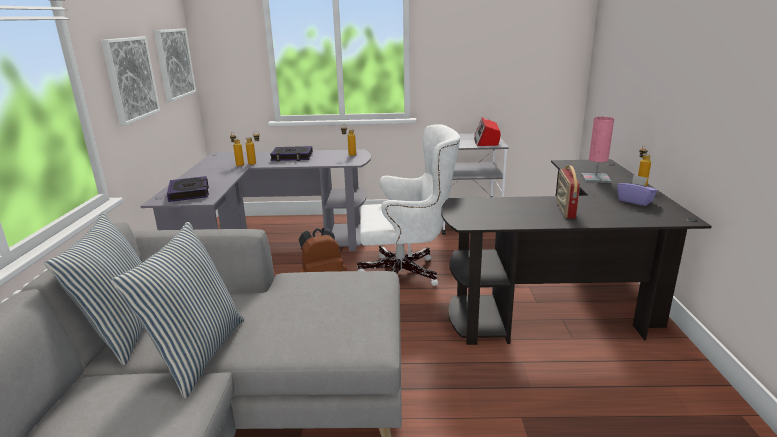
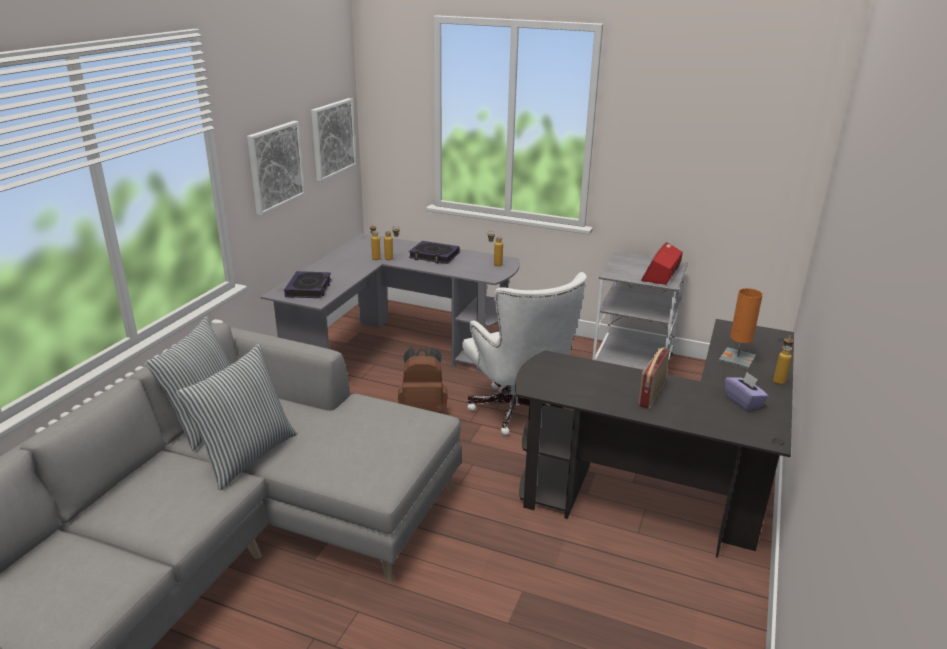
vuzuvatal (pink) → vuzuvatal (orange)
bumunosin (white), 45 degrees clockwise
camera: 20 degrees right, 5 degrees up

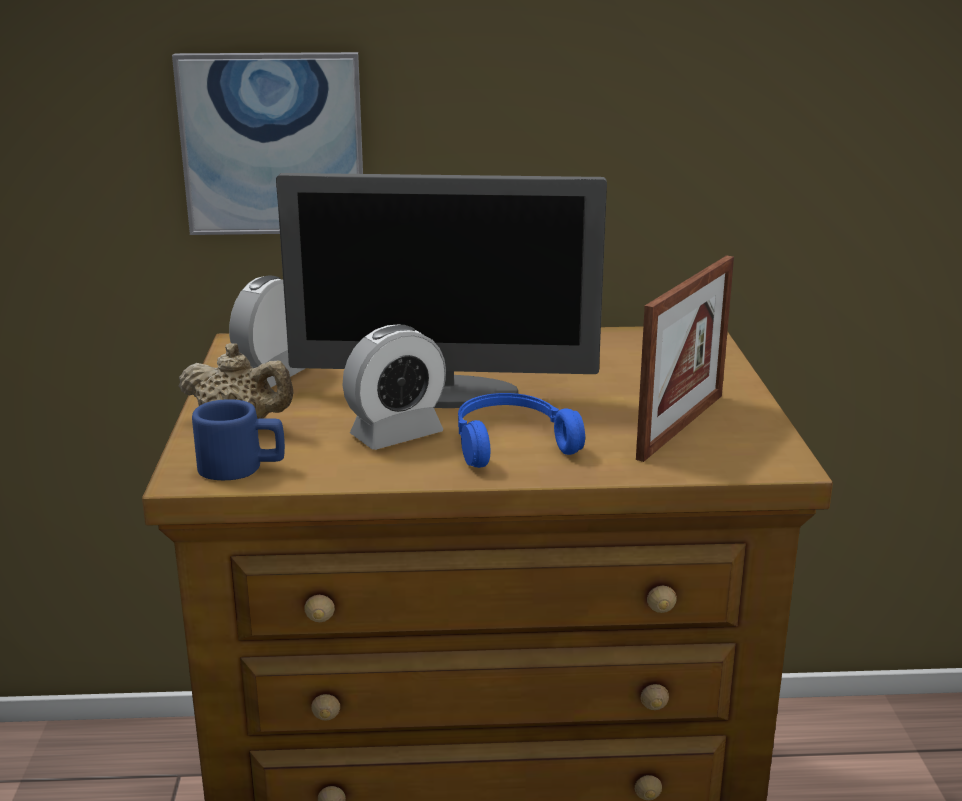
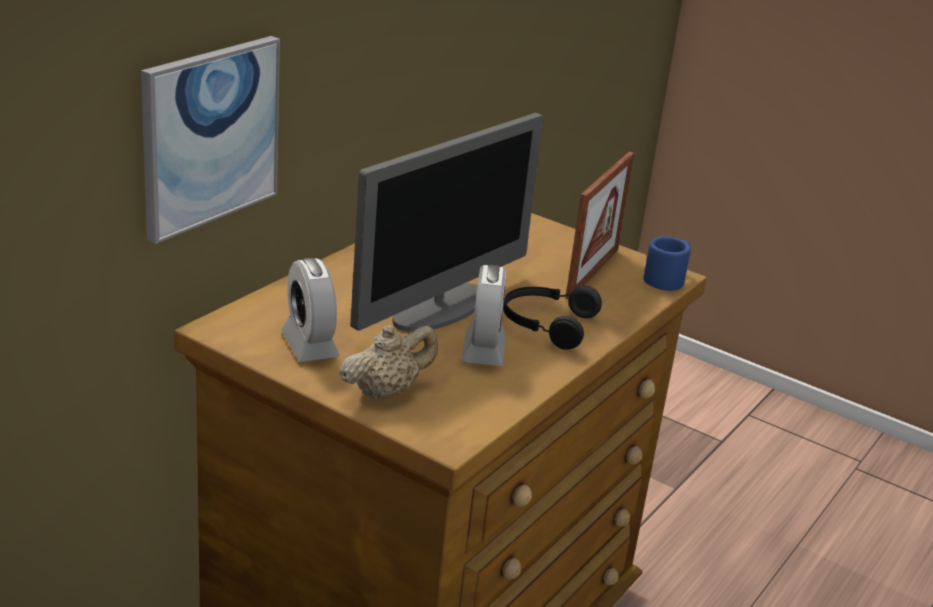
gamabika, 45 degrees clockwise
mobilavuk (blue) → mobilavuk (black)
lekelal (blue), shifted
camera: 55 degrees left, 5 degrees up

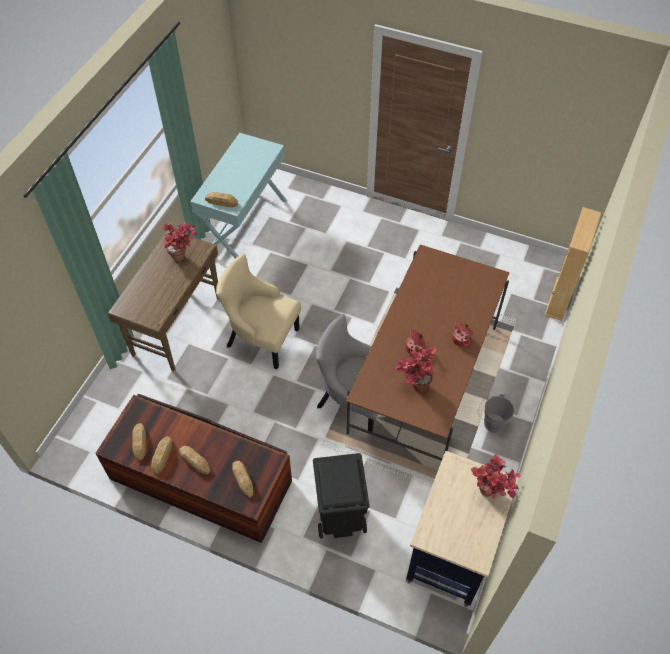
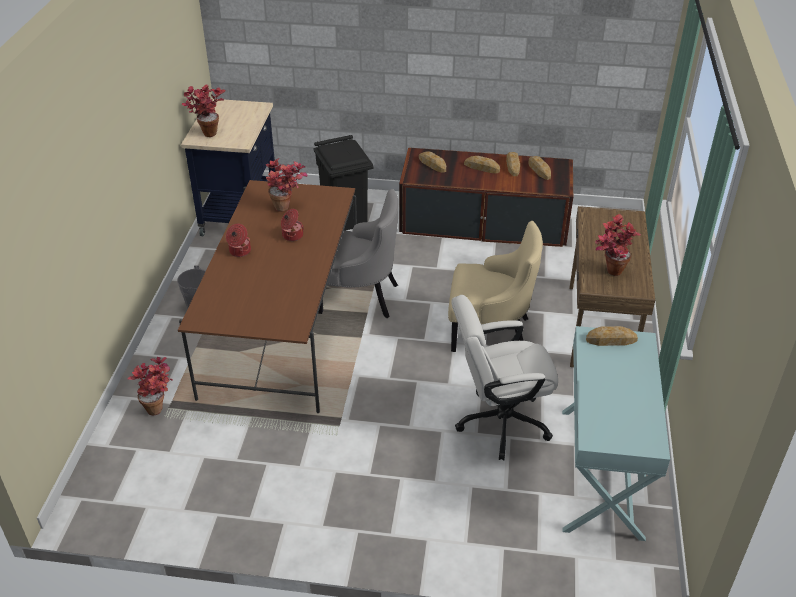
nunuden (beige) → -
- → bumunosin (white)
- → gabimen (no. 1 from left)
camera: 165 degrees right, 15 degrees down

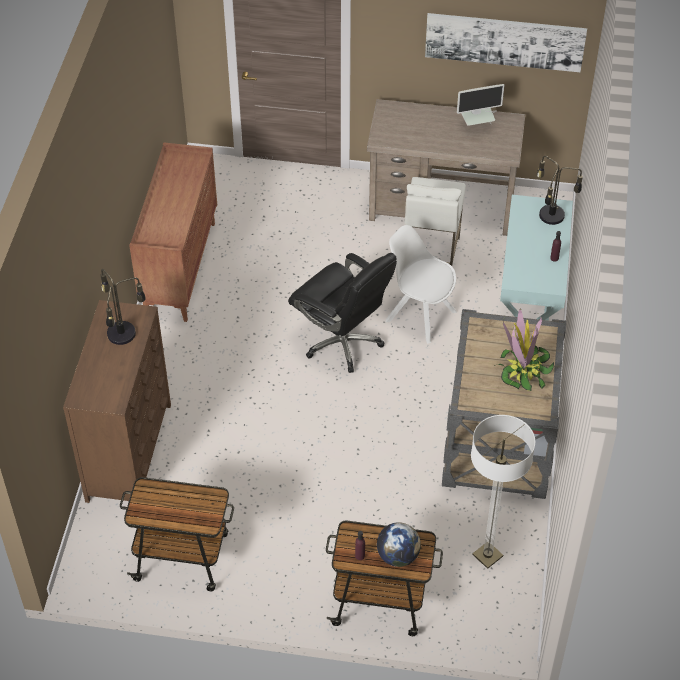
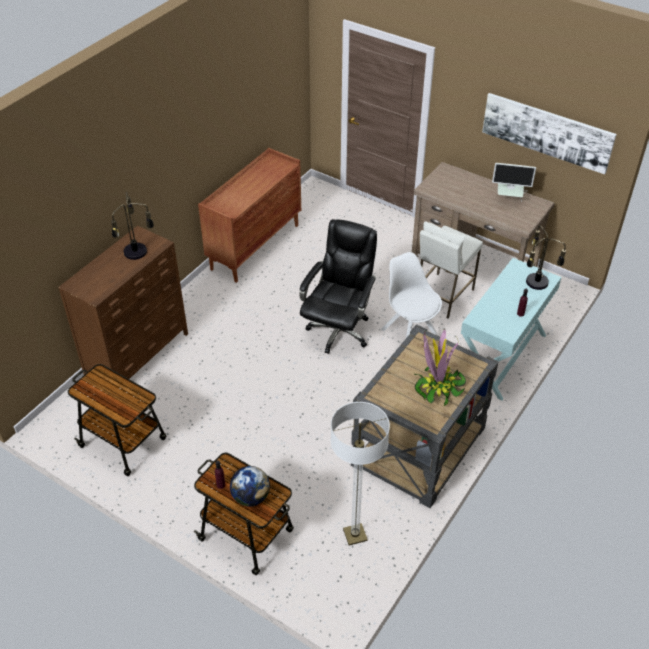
bumunosin (black), 135 degrees counterclockwise
camera: 25 degrees right, 5 degrees down

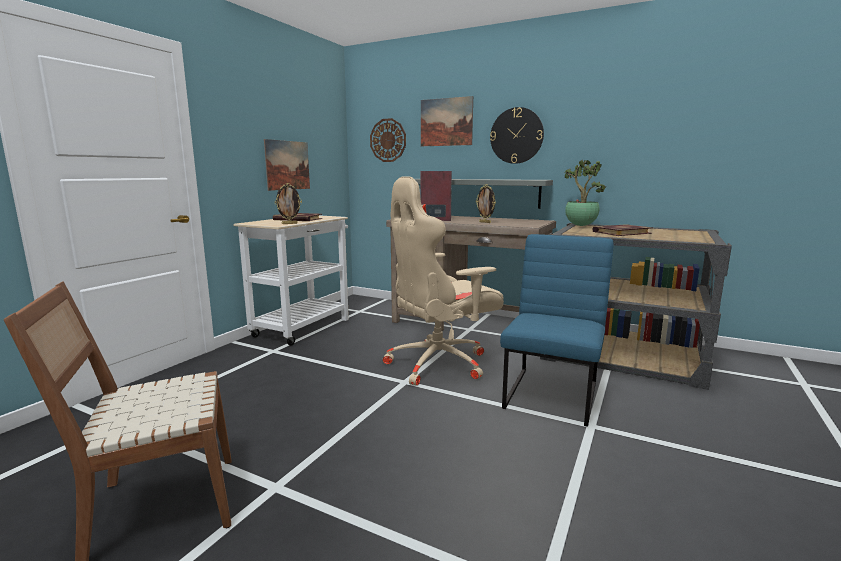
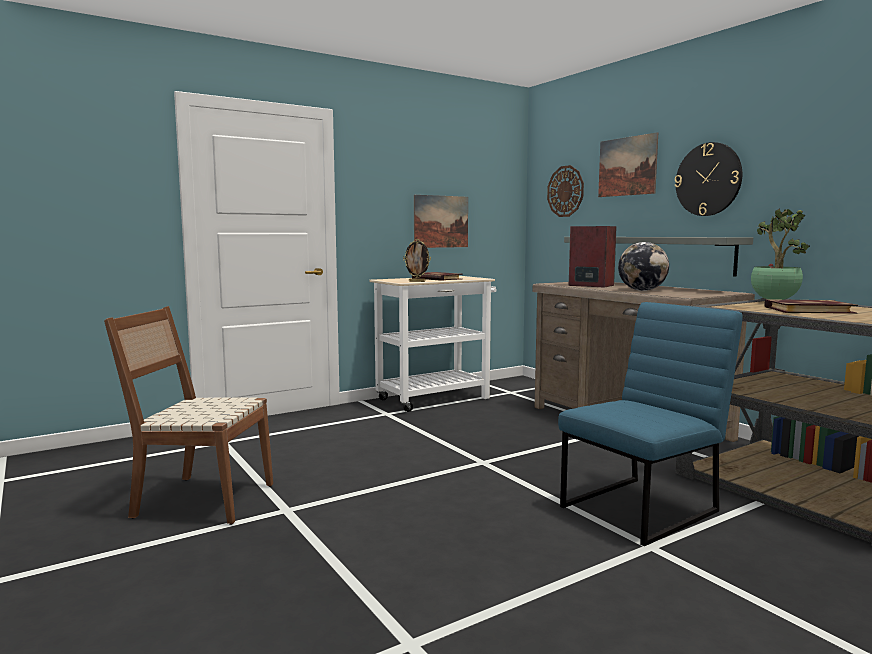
bumunosin (beige) → -
gamabika (no. 2 from left) → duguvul
camera: 30 degrees right, 5 degrees down

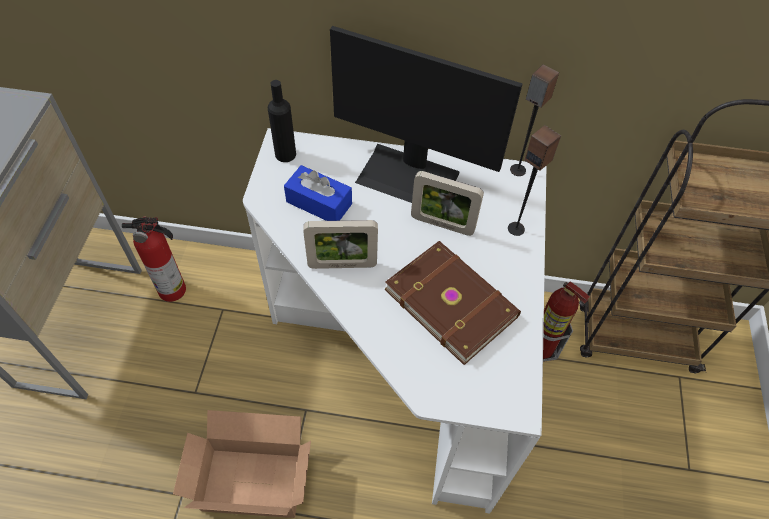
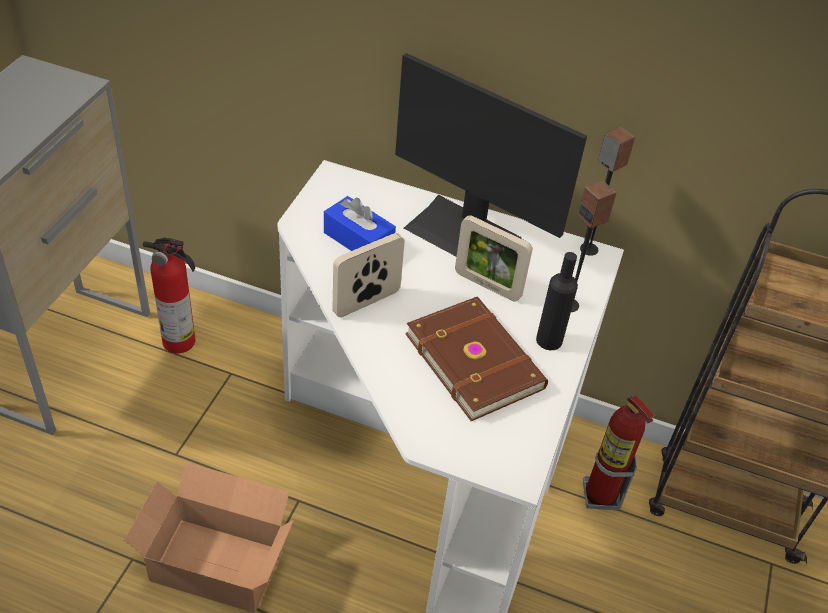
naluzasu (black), shifted
gamabika (no. 1 from left), 135 degrees clockwise
camera: 10 degrees right, 10 degrees down

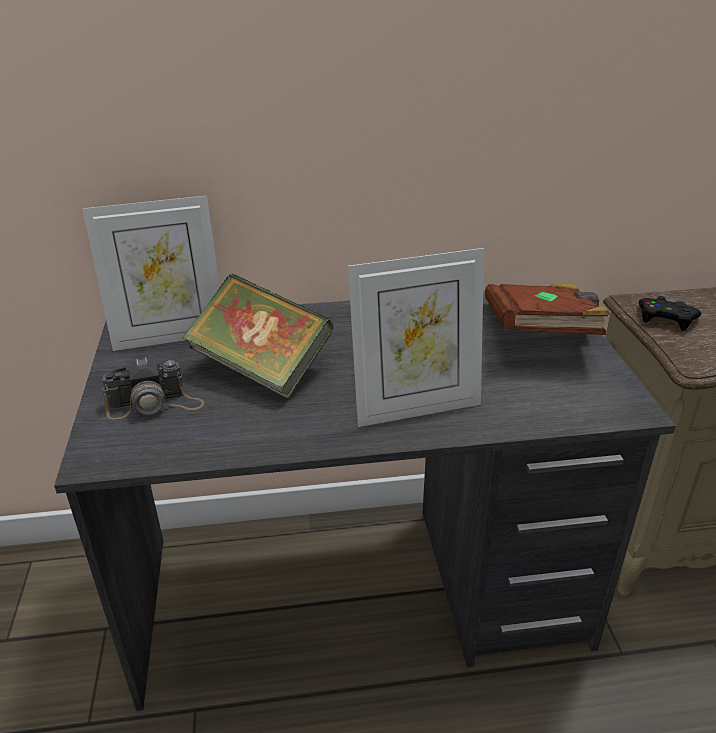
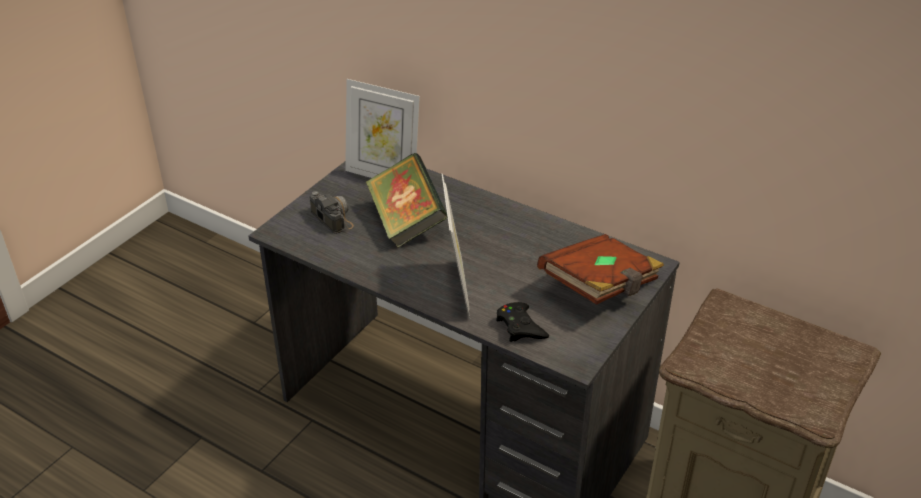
gamabika (no. 2 from left), 120 degrees counterclockwise
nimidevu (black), shifted
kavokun, 150 degrees counterclockwise
camera: 40 degrees right, 5 degrees up

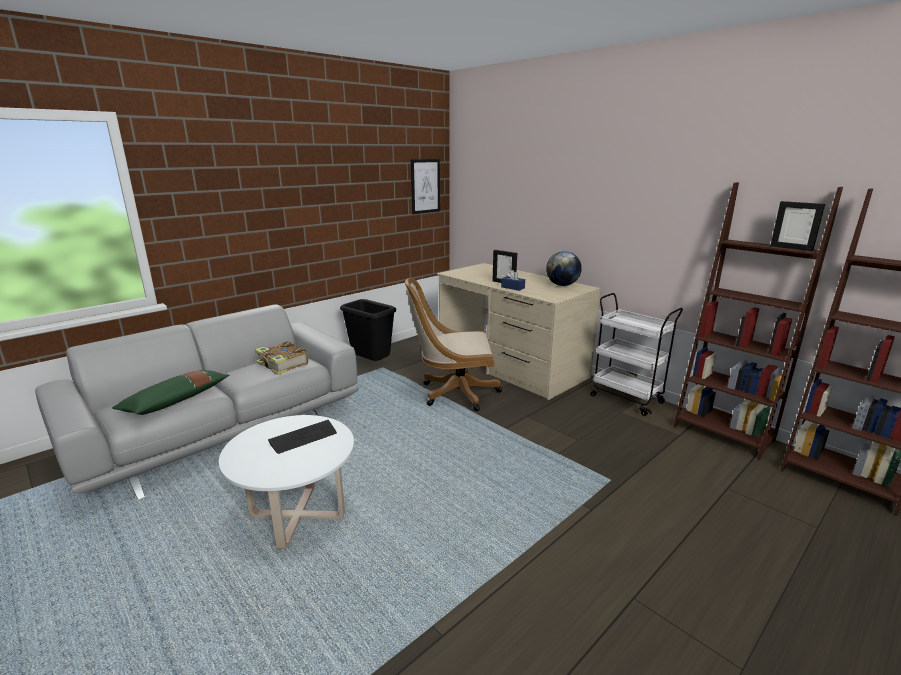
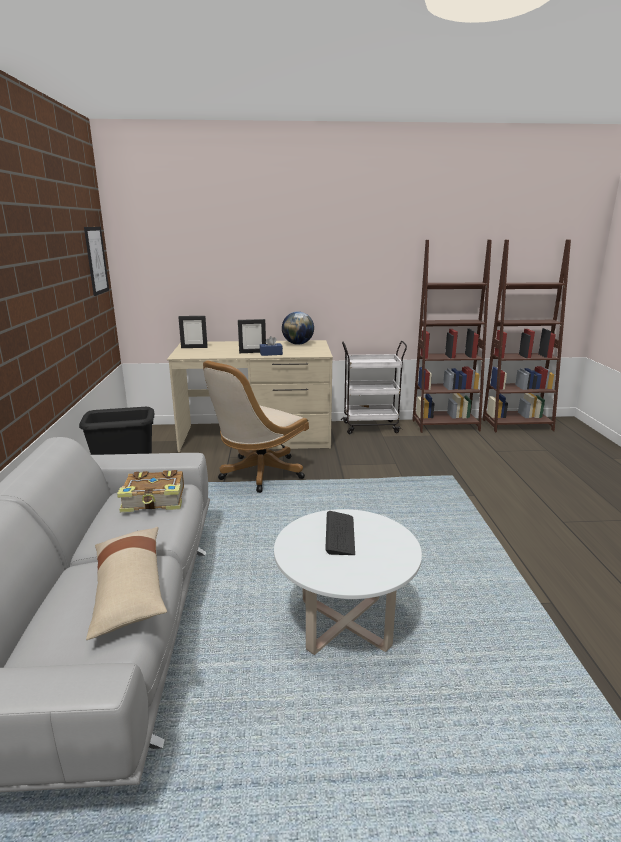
gamabika (no. 2 from left in the first image) → gamabika (no. 1 from left), shifted
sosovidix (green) → sosovidix (beige)
camera: 50 degrees left, 0 degrees up

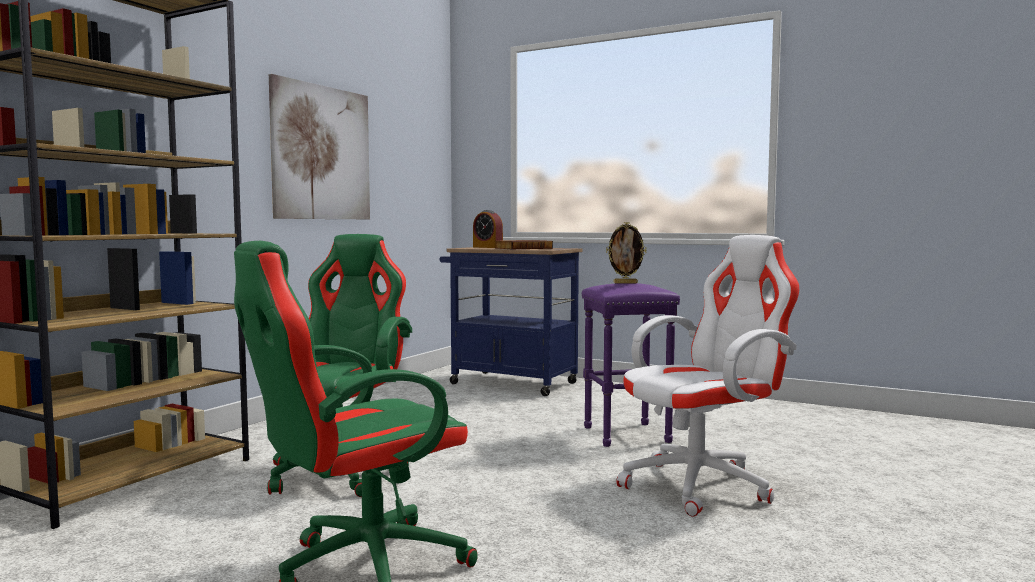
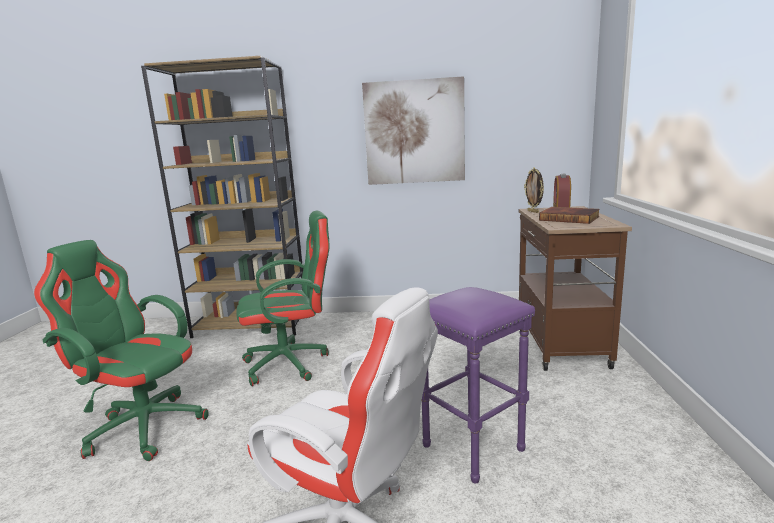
gamabika, shifted
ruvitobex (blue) → ruvitobex (brown)
camera: 65 degrees right, 10 degrees up

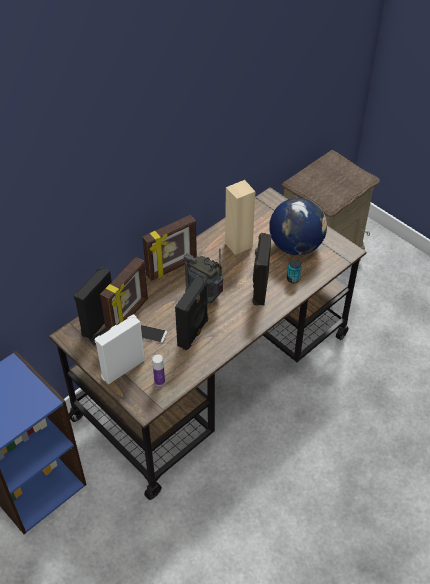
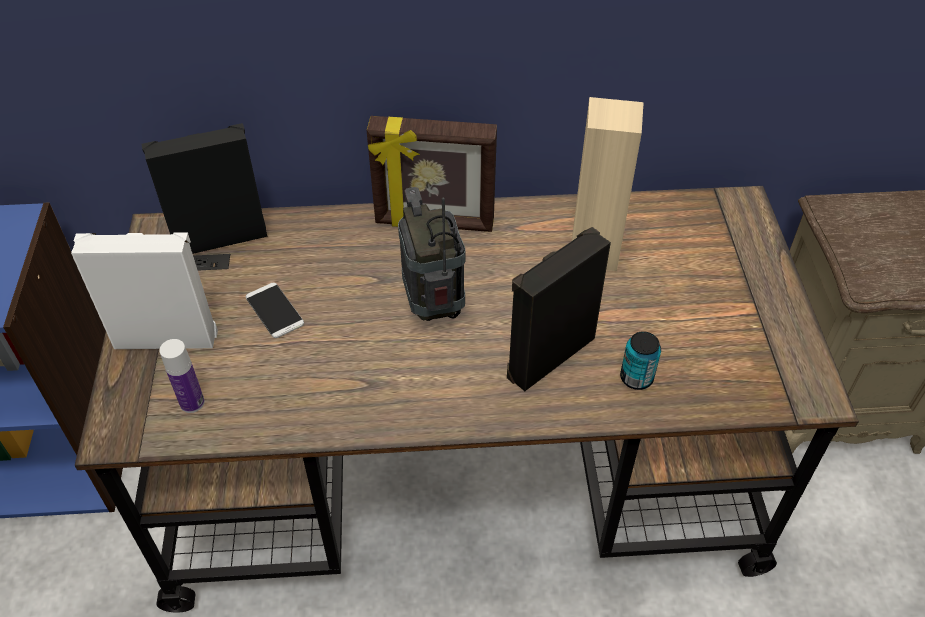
duguvul → -
gamabika (no. 1 from left) → -
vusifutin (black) (no. 2 from left) → -
camera: 40 degrees right, 0 degrees up

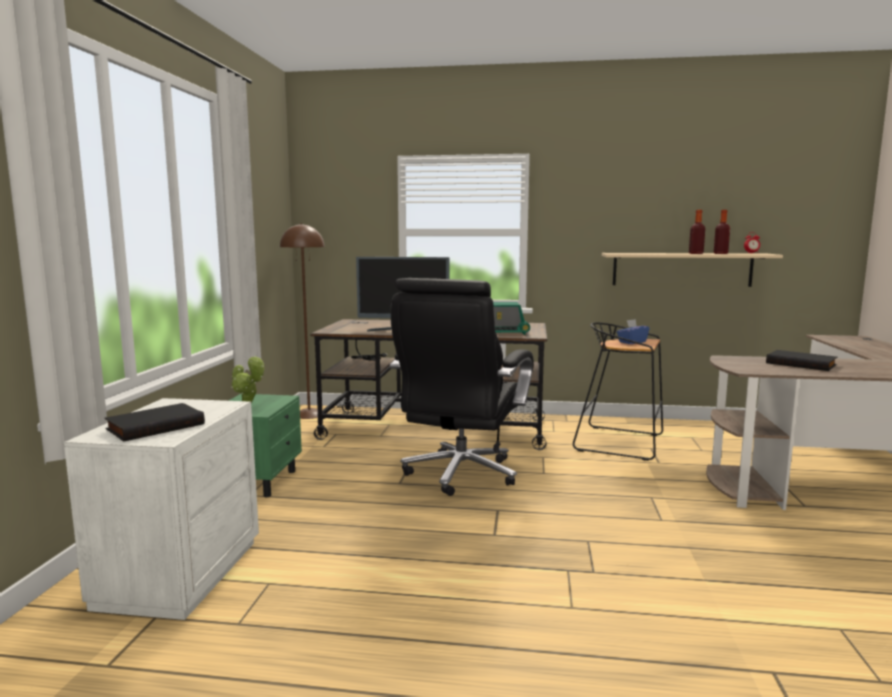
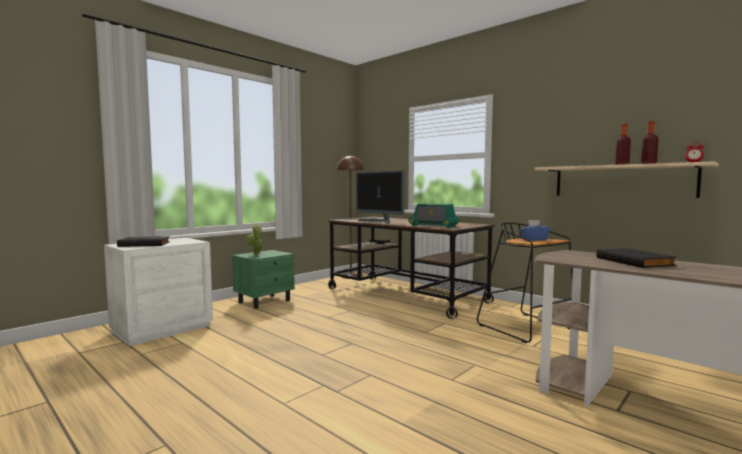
bumunosin (black) → -
camera: 35 degrees right, 5 degrees down

